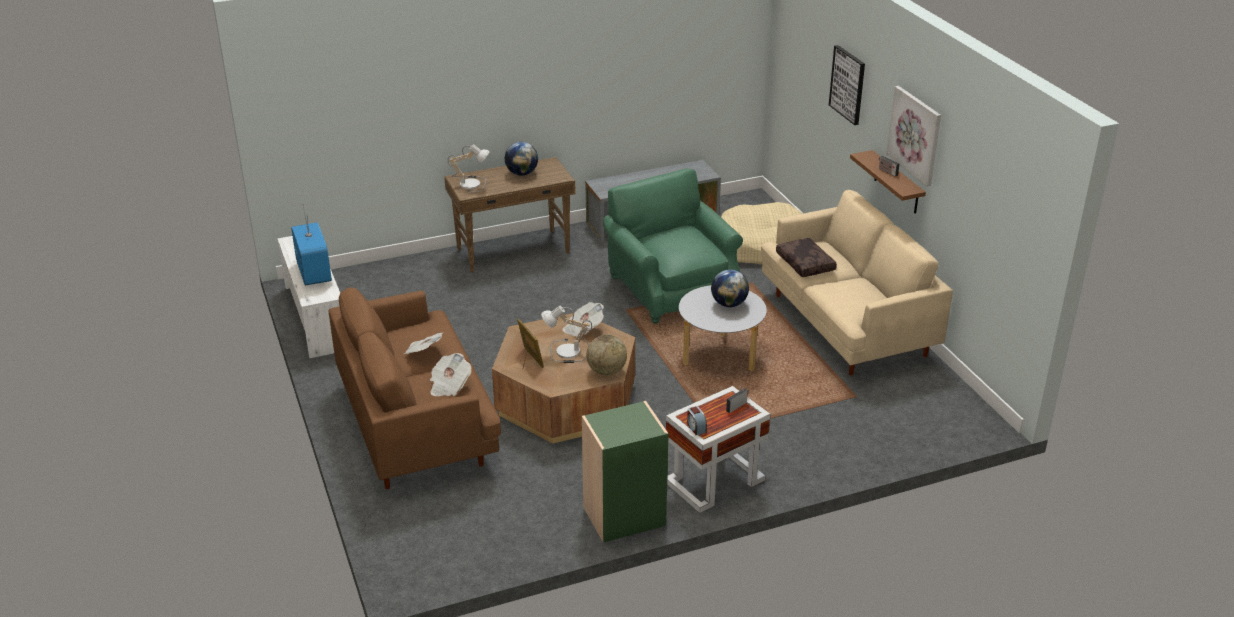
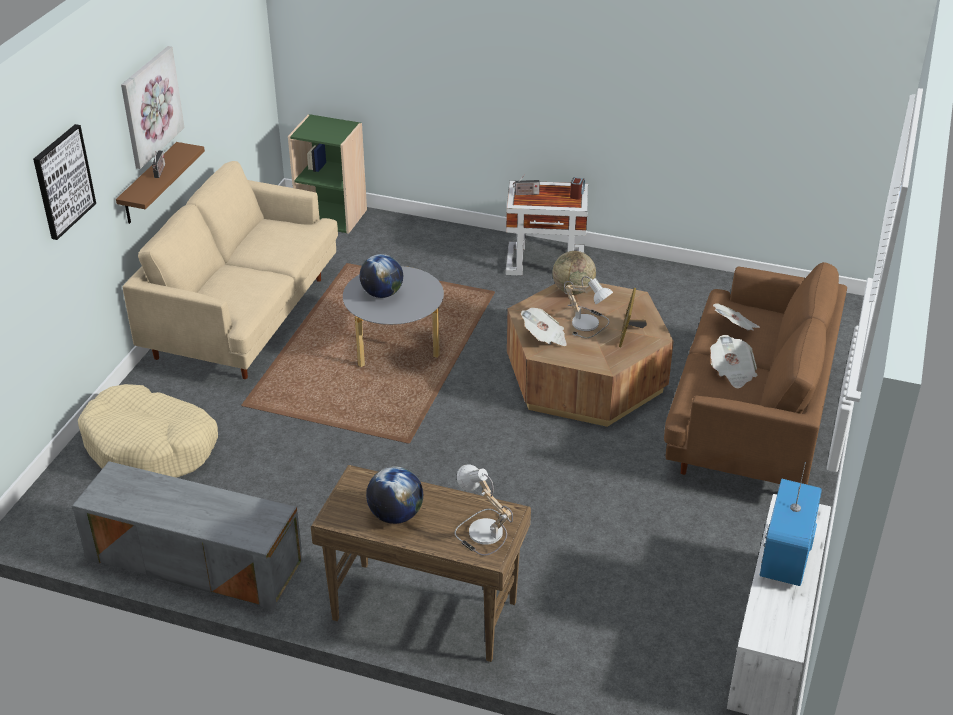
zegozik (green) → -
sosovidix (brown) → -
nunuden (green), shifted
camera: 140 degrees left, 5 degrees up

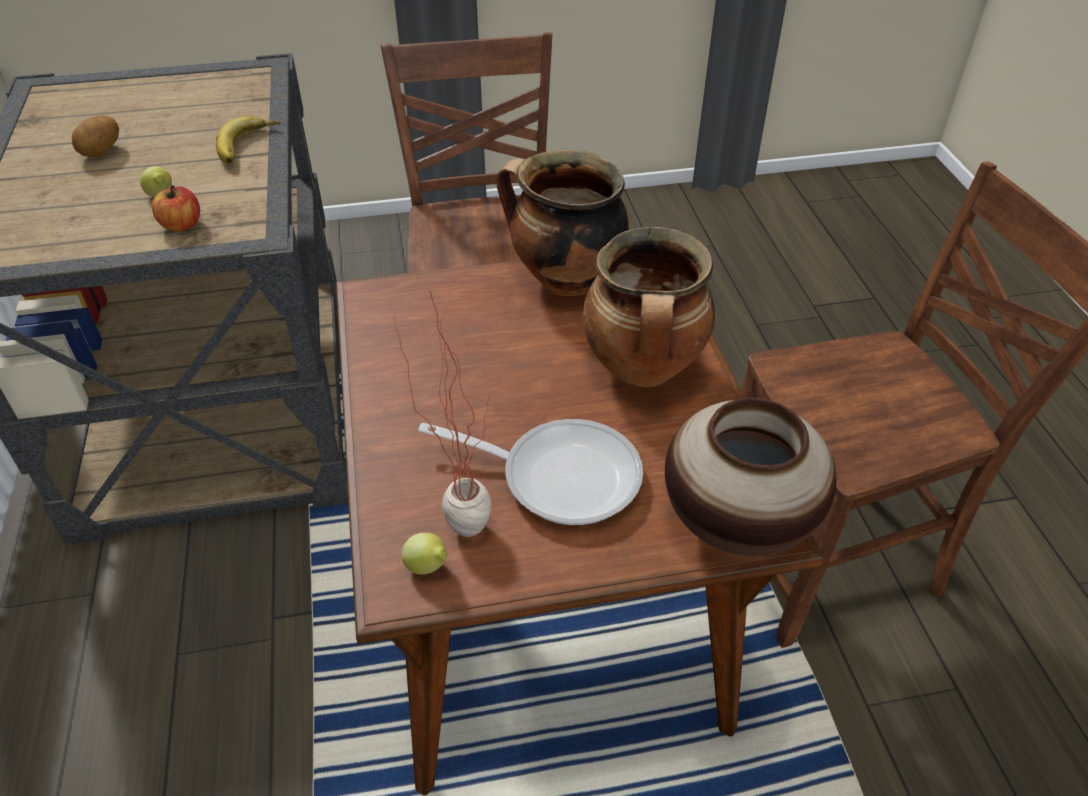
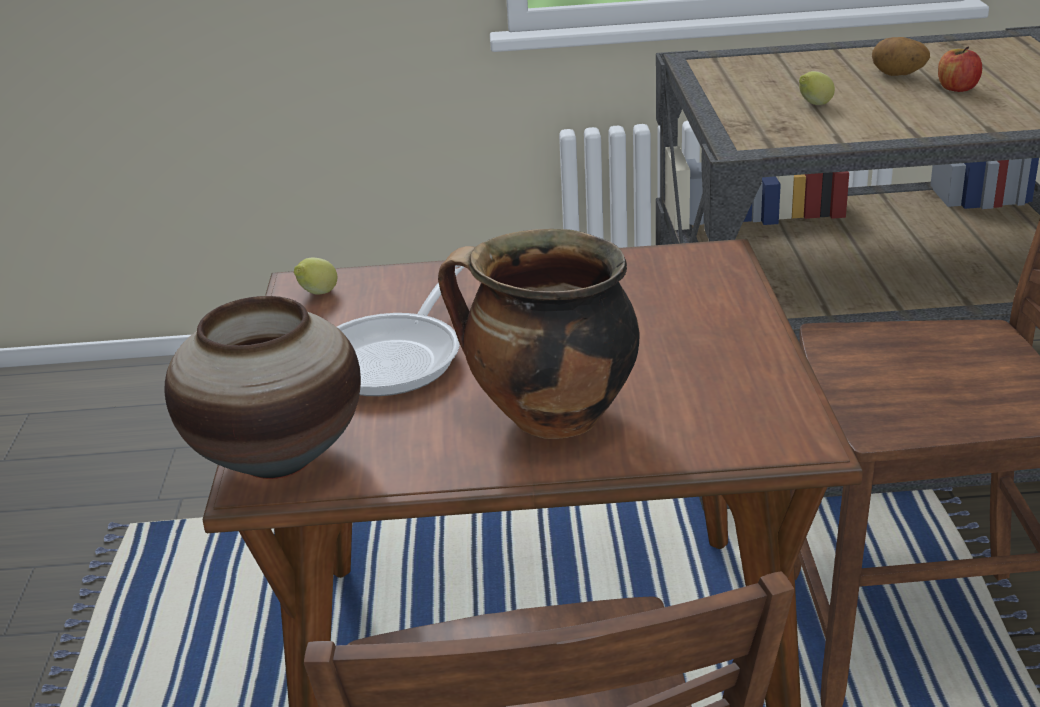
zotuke → -
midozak (no. 1 from left) → -
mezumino, shifted
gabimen → -
camera: 100 degrees right, 15 degrees down

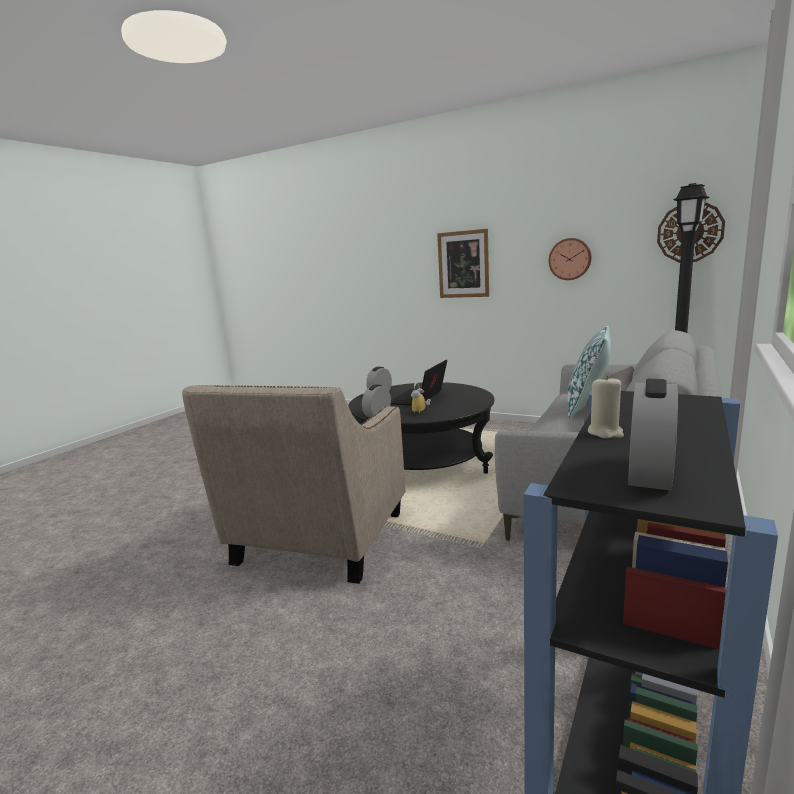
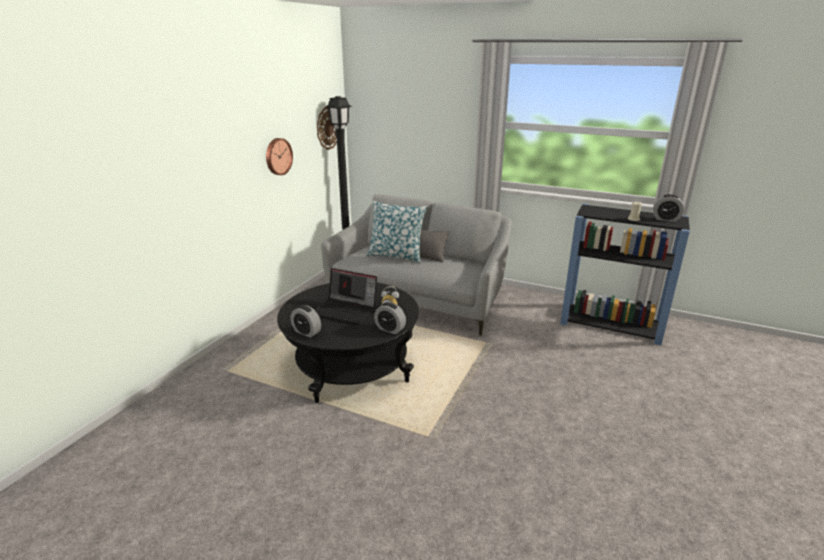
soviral → -
zegozik (beige) → -
camera: 95 degrees left, 10 degrees up

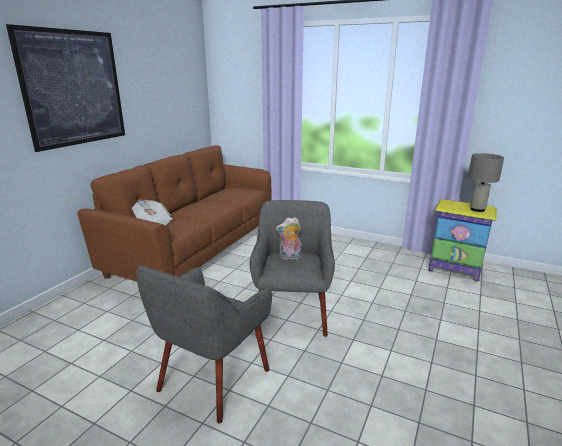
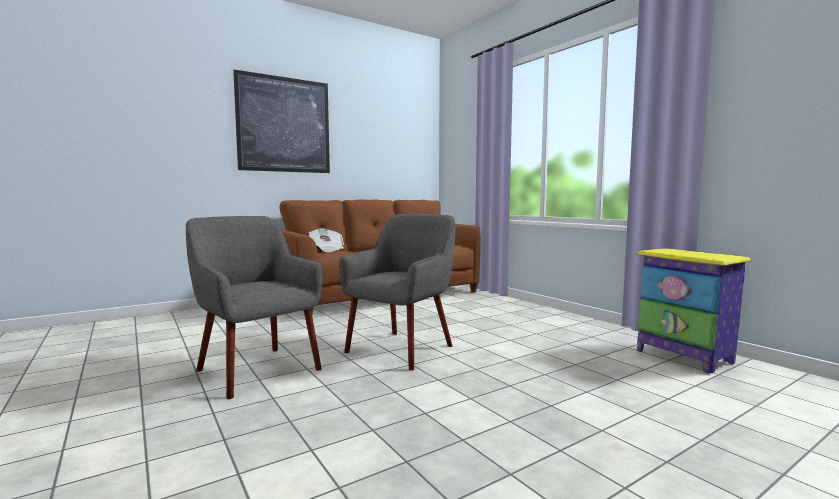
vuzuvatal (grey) → -
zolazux → -
zegozik (grey) (no. 1 from left), 75 degrees clockwise
camera: 30 degrees right, 15 degrees down

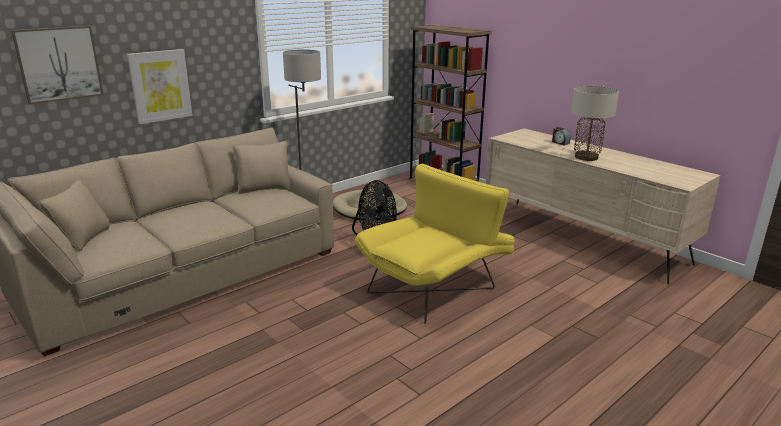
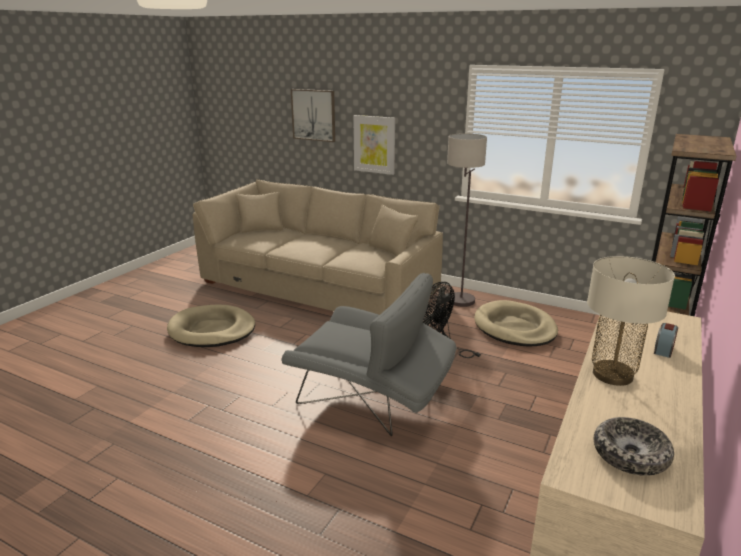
zegozik (yellow) → zegozik (grey)
- → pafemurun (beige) (no. 1 from left)
- → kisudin
camera: 70 degrees right, 0 degrees up

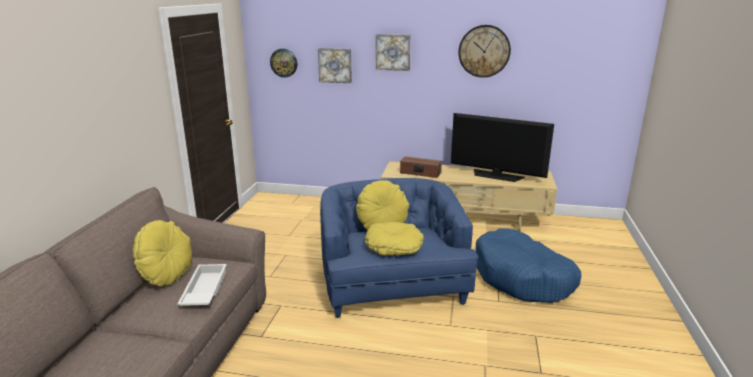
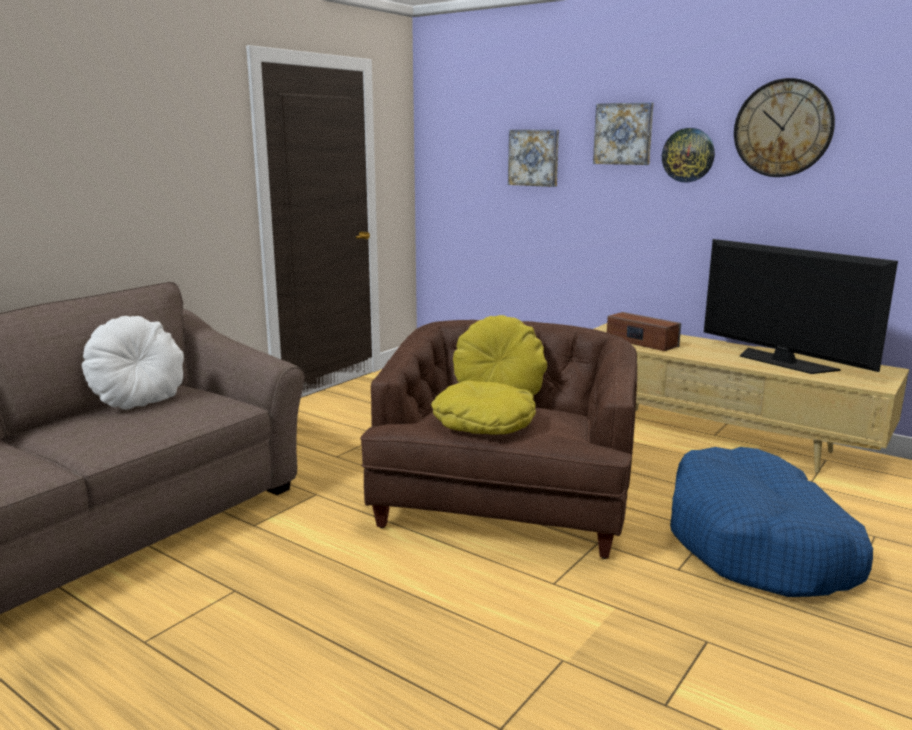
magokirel (no. 1 from left), shifted
zegozik (blue) → zegozik (brown)
sosovidix (yellow) (no. 1 from left) → sosovidix (white)
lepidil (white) → -
camera: 25 degrees right, 5 degrees down

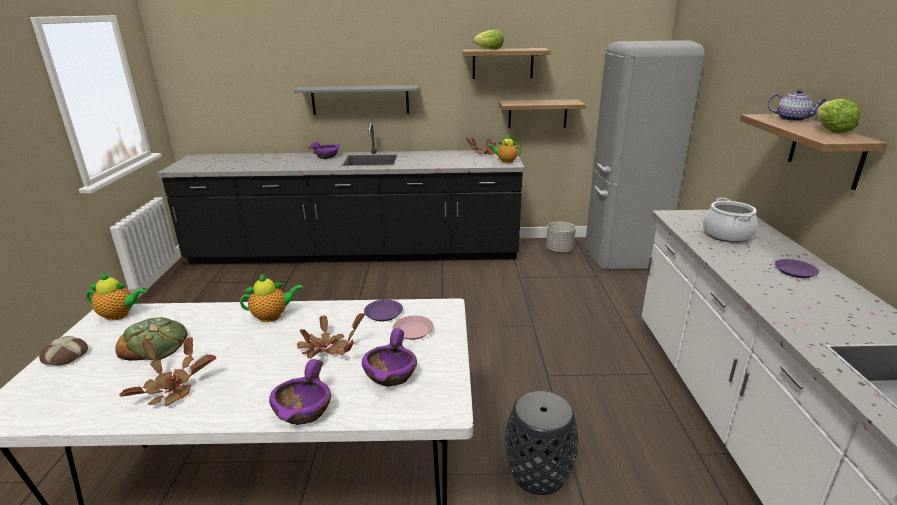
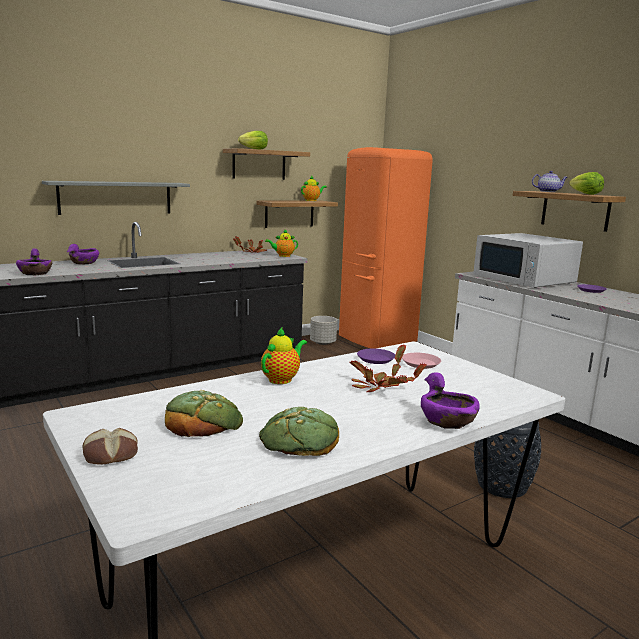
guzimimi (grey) → guzimimi (orange)
midozak → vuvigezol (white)
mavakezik (no. 1 from left in the first image) → mavakezik (no. 3 from left), shifted
kisudin (purple) (no. 3 from left in the first image) → kisudin (purple) (no. 1 from left), shifted
gabimen (no. 1 from left) → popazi (no. 3 from left)
camera: 35 degrees left, 10 degrees down

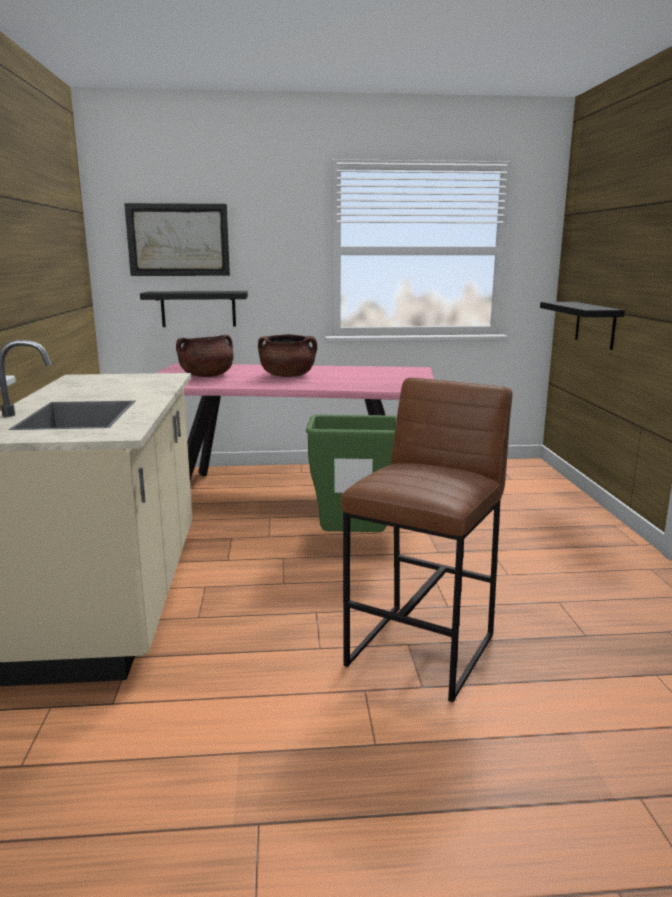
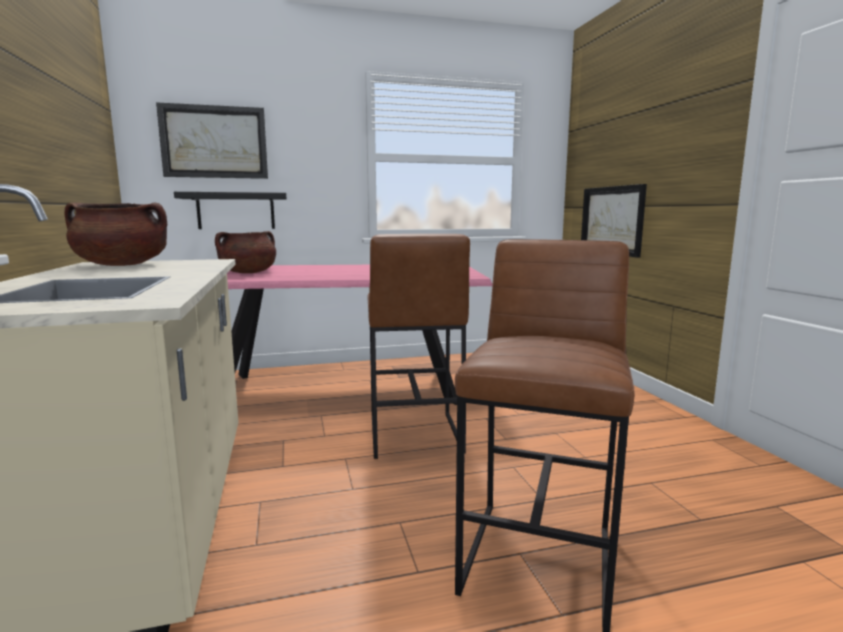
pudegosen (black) (no. 2 from left) → soviral (no. 2 from left)
midozak (brown) (no. 2 from left in the first image) → midozak (brown) (no. 1 from left), shifted
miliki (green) → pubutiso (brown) (no. 1 from left)
camera: 10 degrees left, 5 degrees down

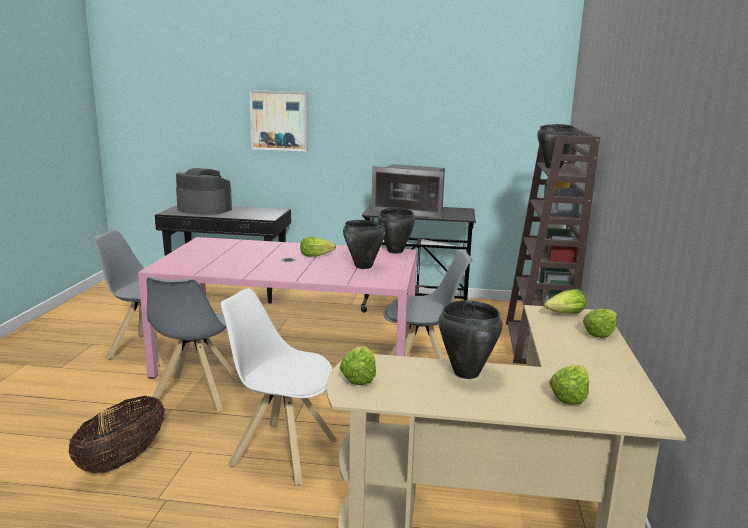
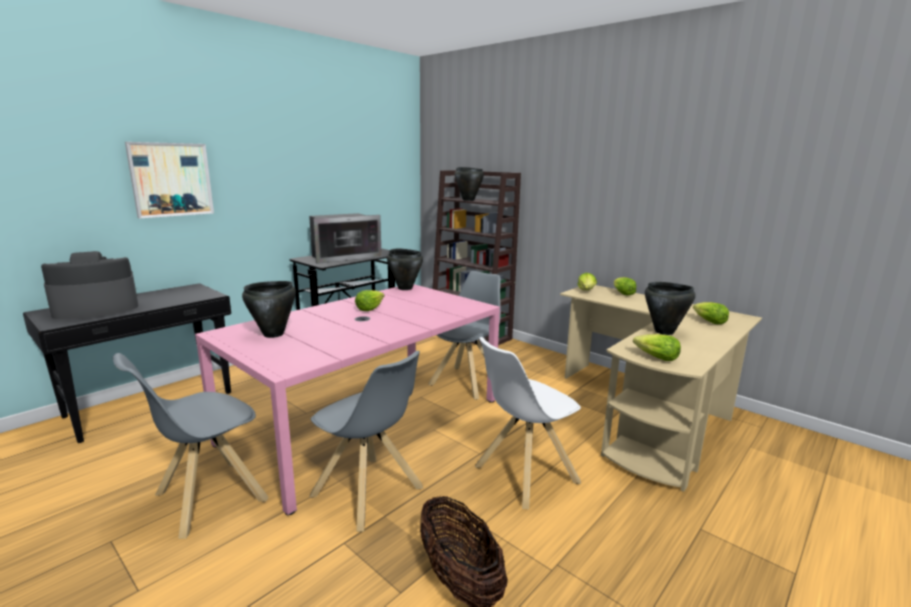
midozak (black) (no. 1 from left), shifted
camera: 55 degrees left, 0 degrees up

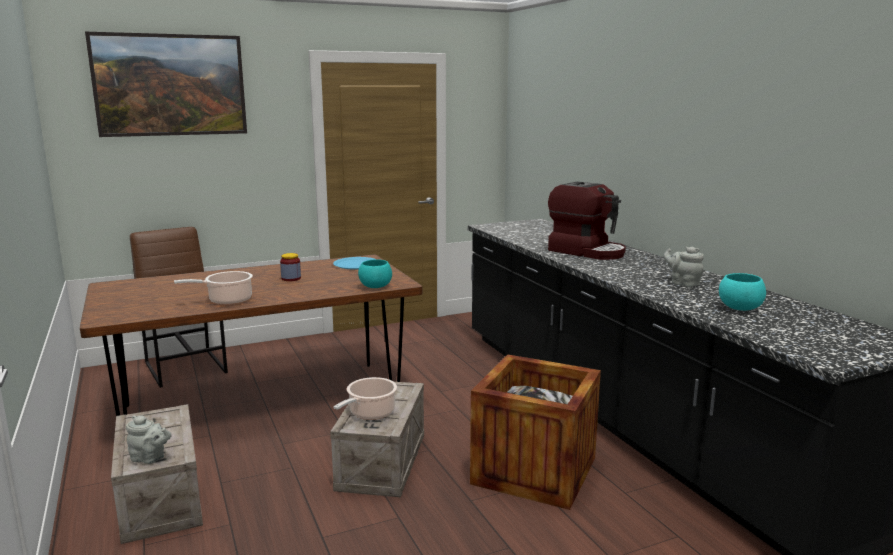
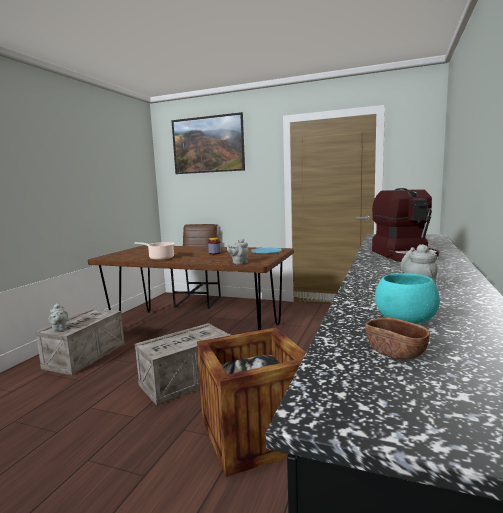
kisudin (turquoise) (no. 1 from left) → mavakezik (grey) (no. 2 from left)
midozak (no. 2 from left) → -
- → kisudin (brown)
camera: 45 degrees right, 5 degrees down

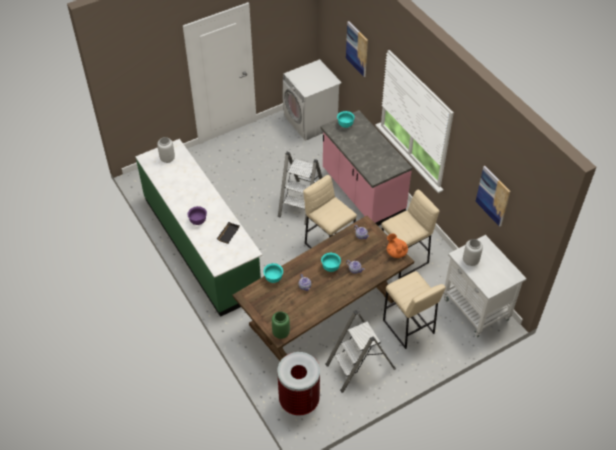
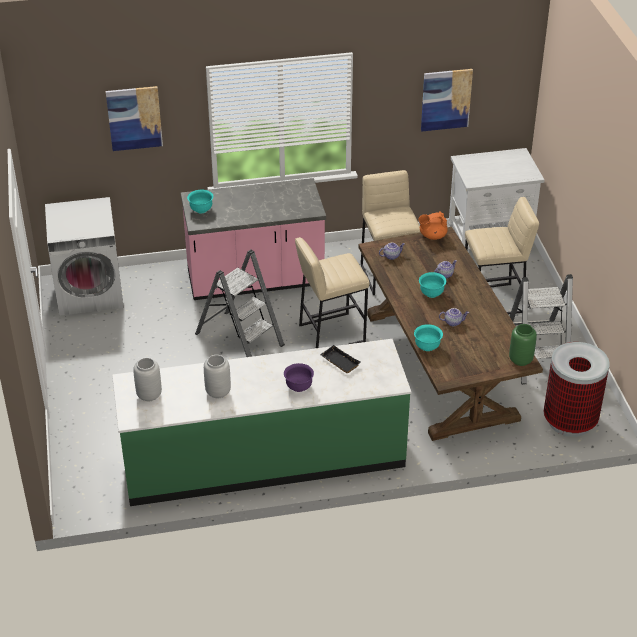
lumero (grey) (no. 2 from left), shifted
camera: 70 degrees left, 10 degrees down

